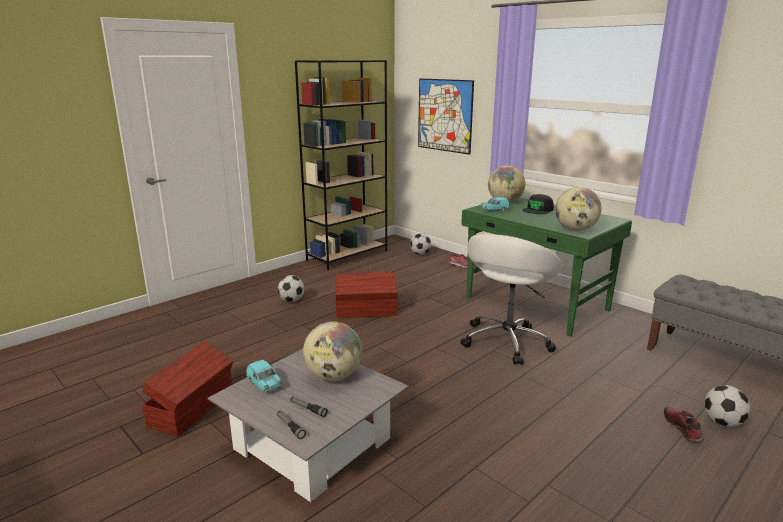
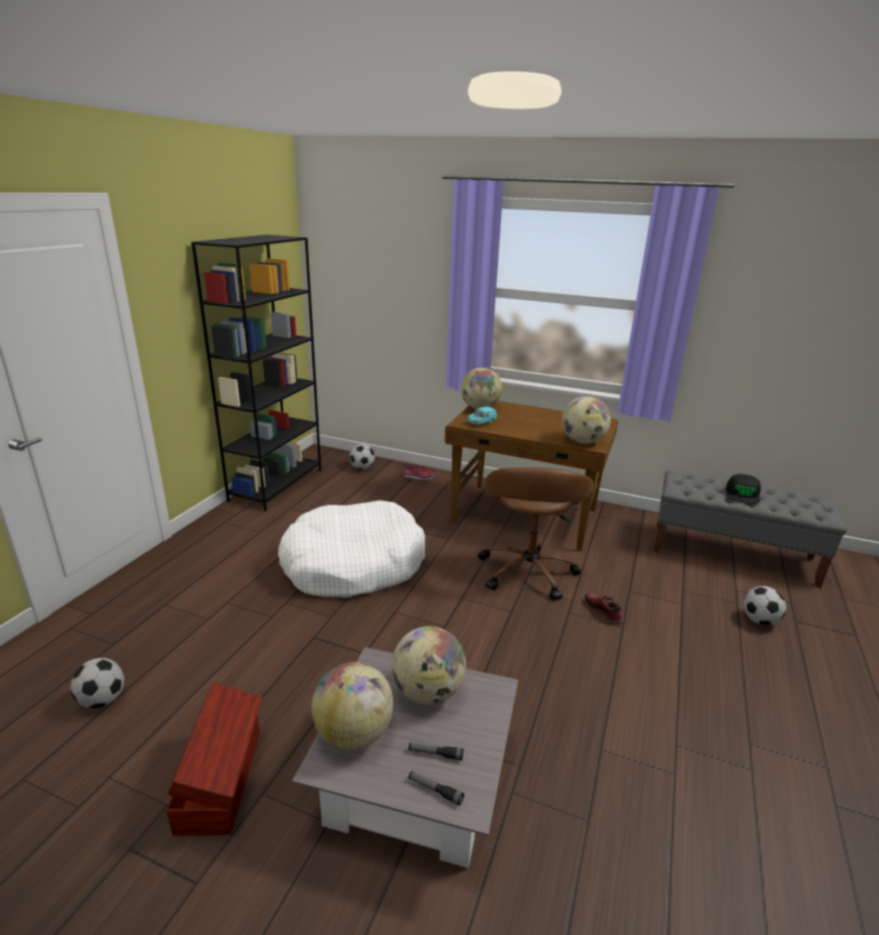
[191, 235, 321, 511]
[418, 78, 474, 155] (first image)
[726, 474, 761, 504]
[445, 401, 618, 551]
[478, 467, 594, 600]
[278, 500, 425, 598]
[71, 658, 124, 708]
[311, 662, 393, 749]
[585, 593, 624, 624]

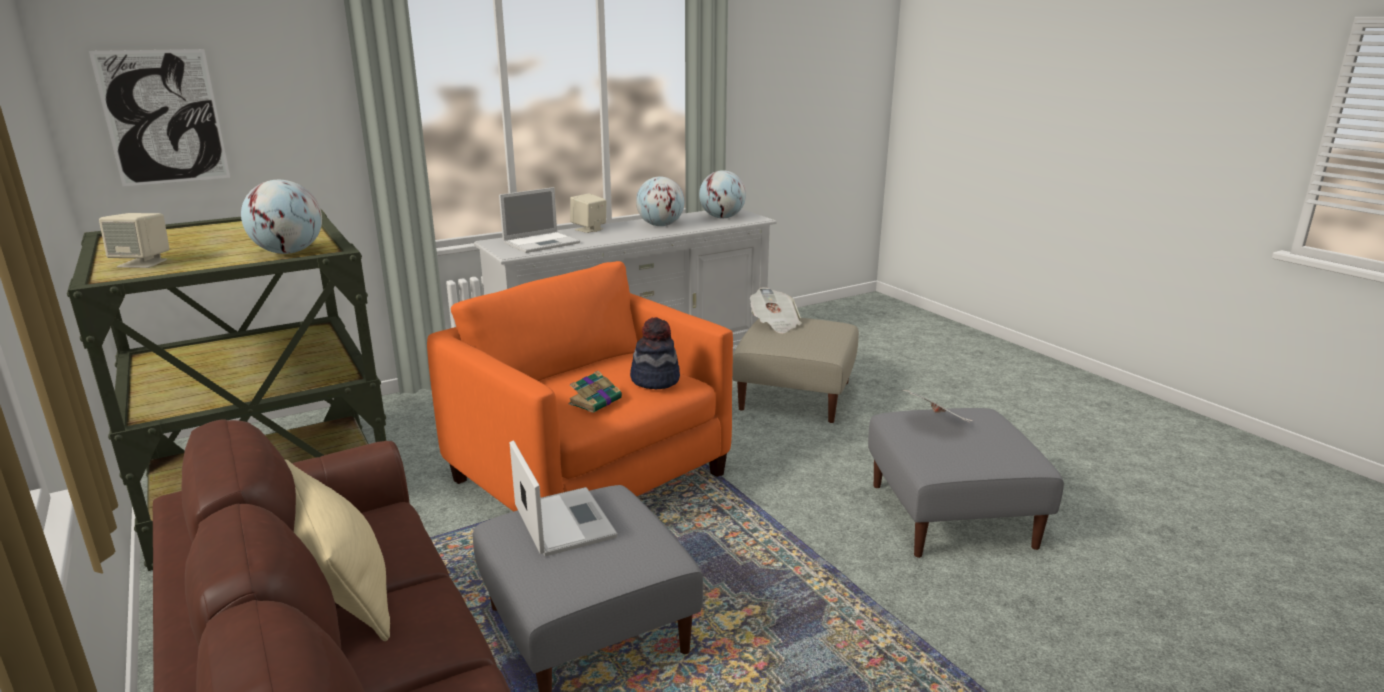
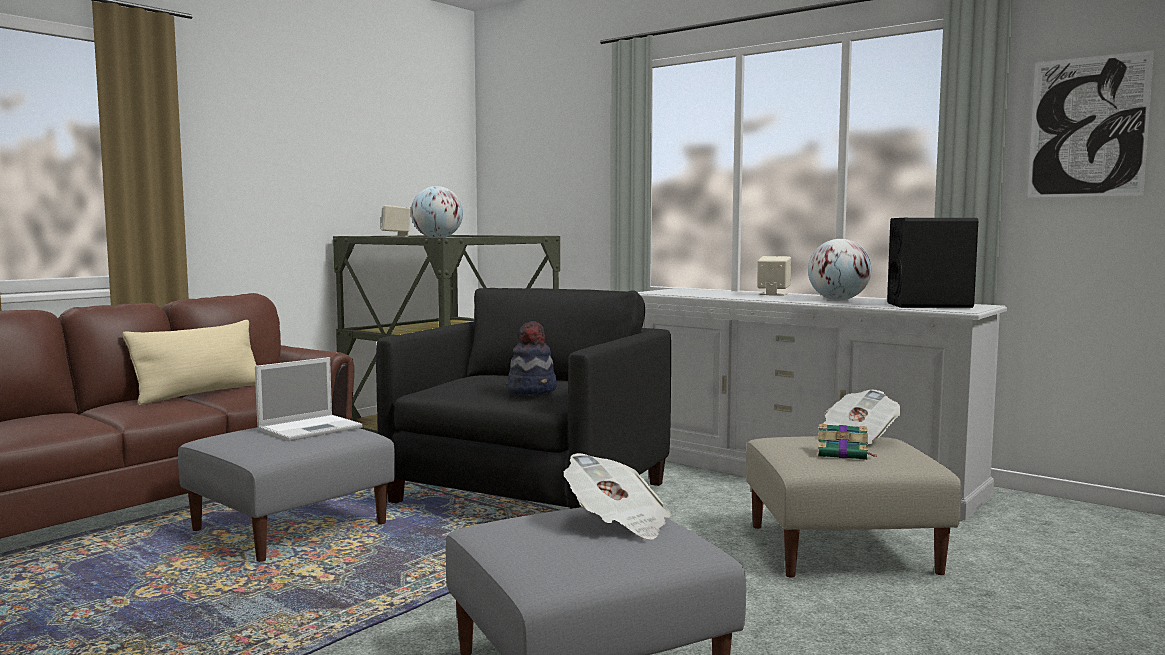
[1027, 50, 1154, 198]
[887, 218, 978, 308]
[499, 187, 580, 253] (first image)
[376, 288, 671, 509]
[818, 424, 877, 460]

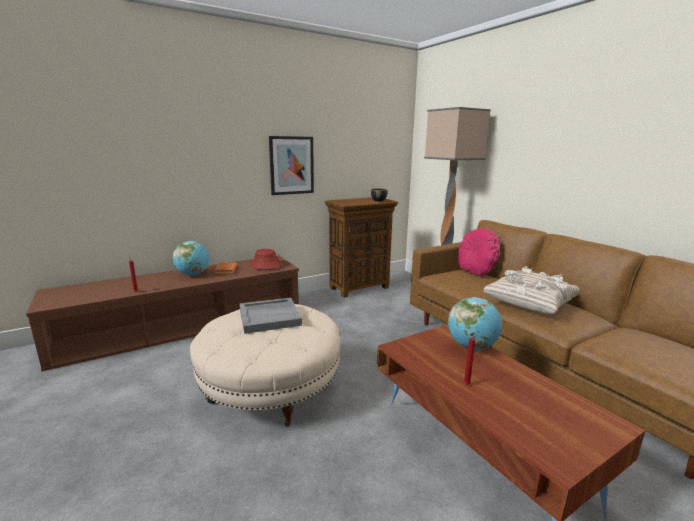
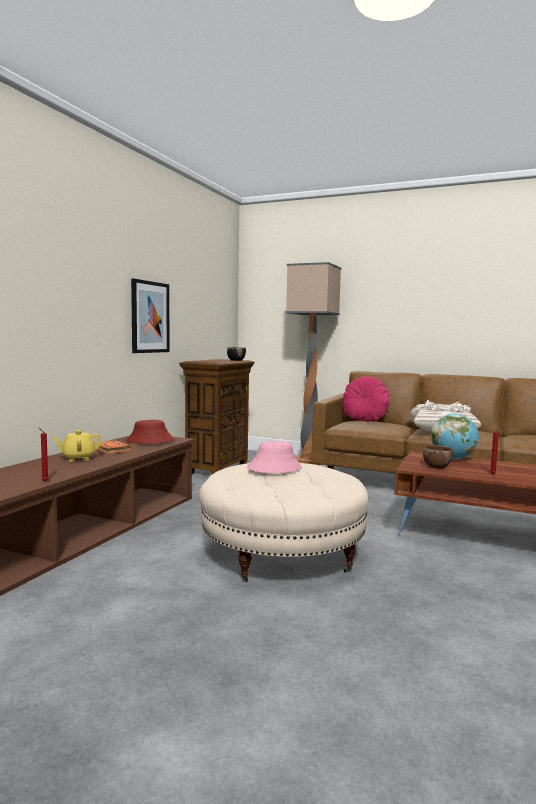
[53, 430, 102, 461]
[247, 441, 302, 473]
[423, 445, 453, 469]

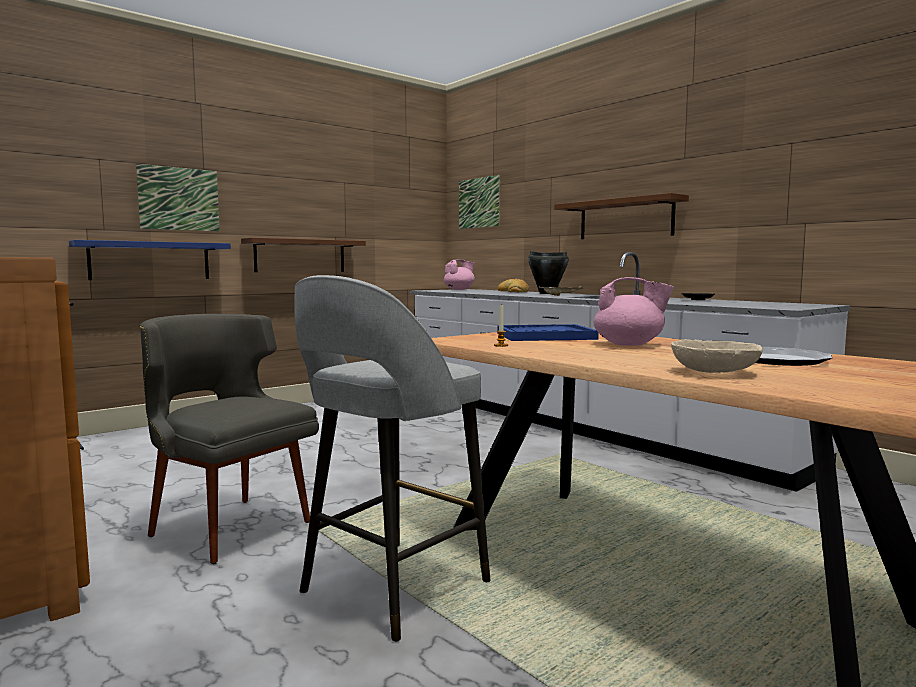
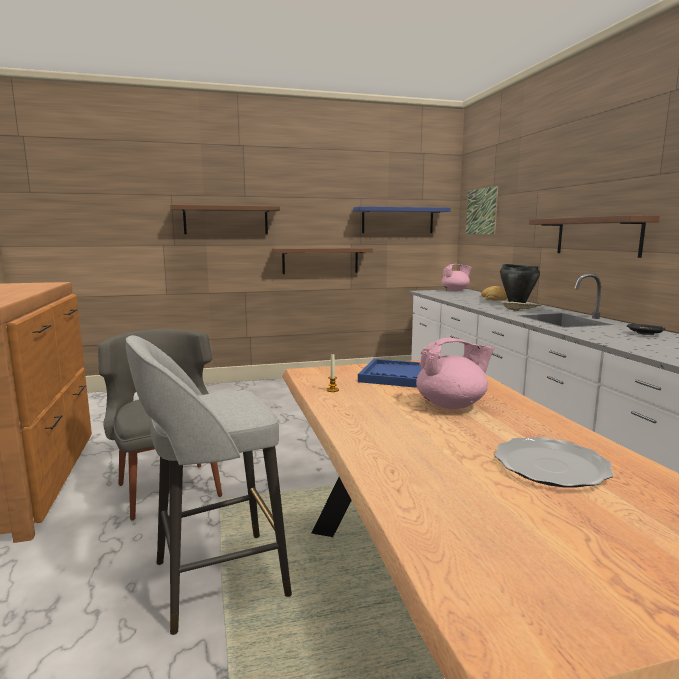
[170, 205, 280, 234]
[353, 206, 450, 233]
[416, 338, 494, 409]
[671, 339, 763, 373] (first image)

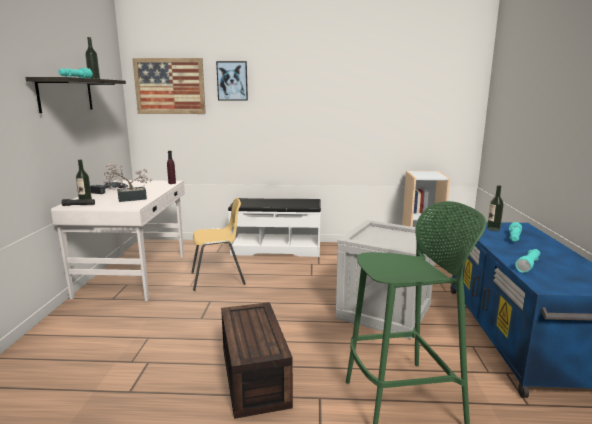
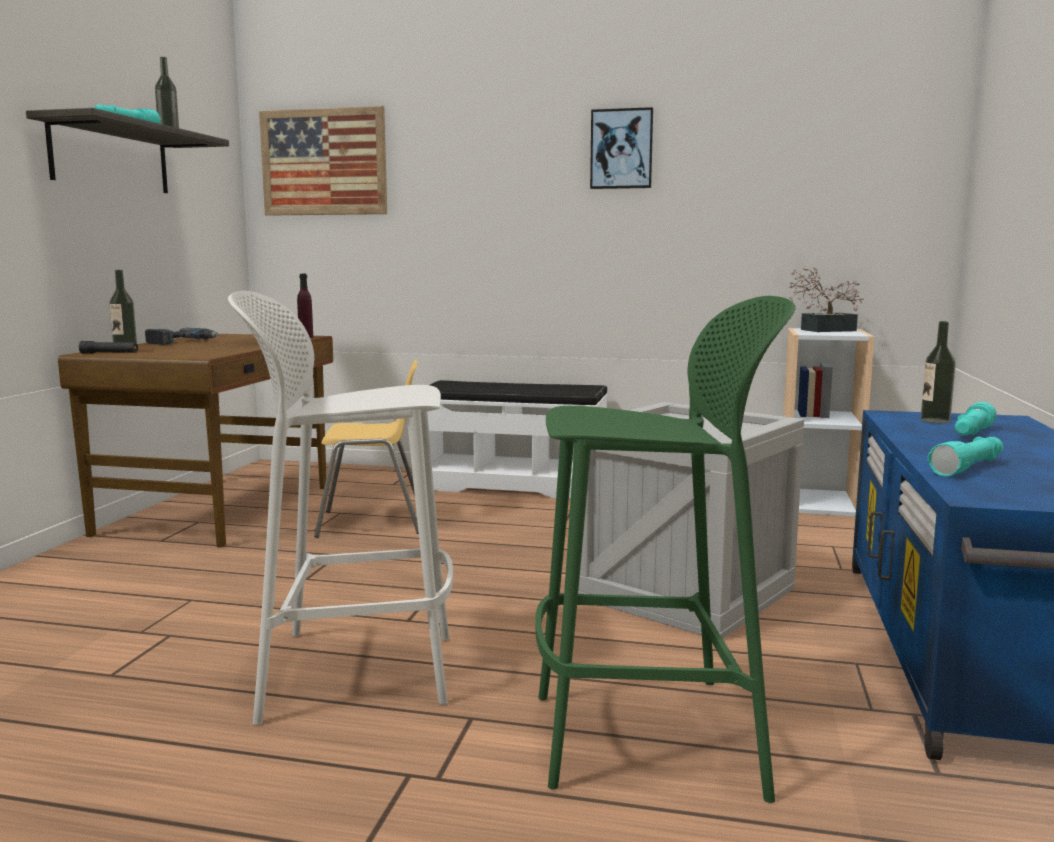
[590, 107, 653, 189]
[789, 266, 864, 332]
[58, 334, 333, 548]
[228, 291, 453, 725]

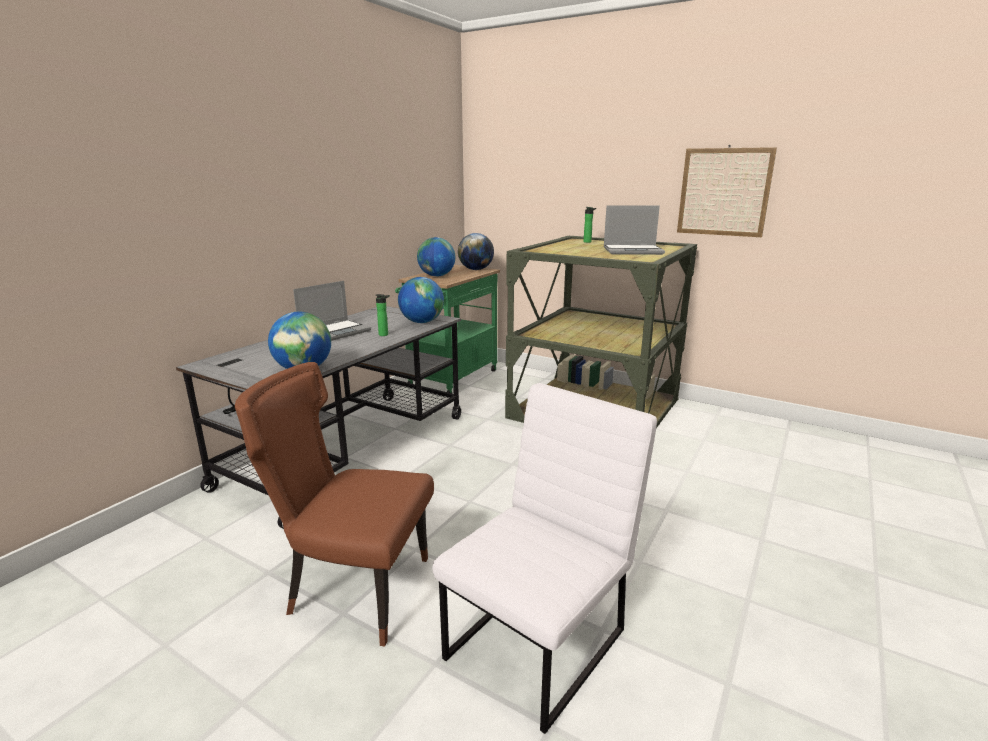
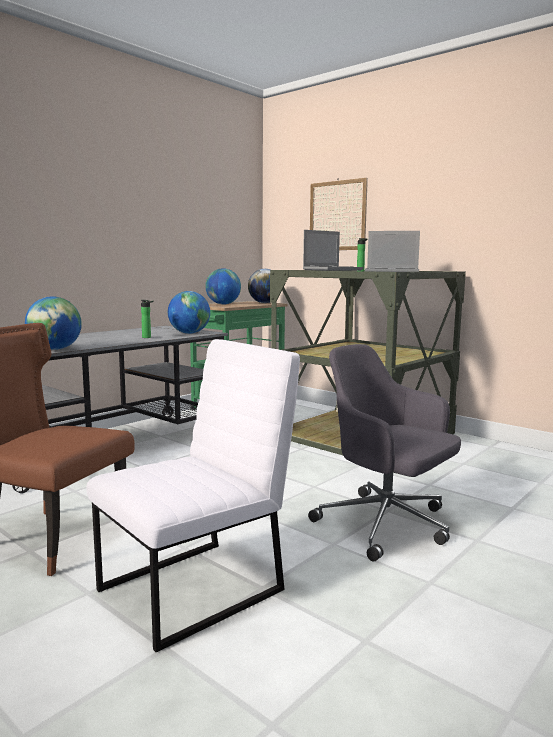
[310, 178, 368, 250]
[303, 230, 363, 271]
[308, 344, 461, 562]

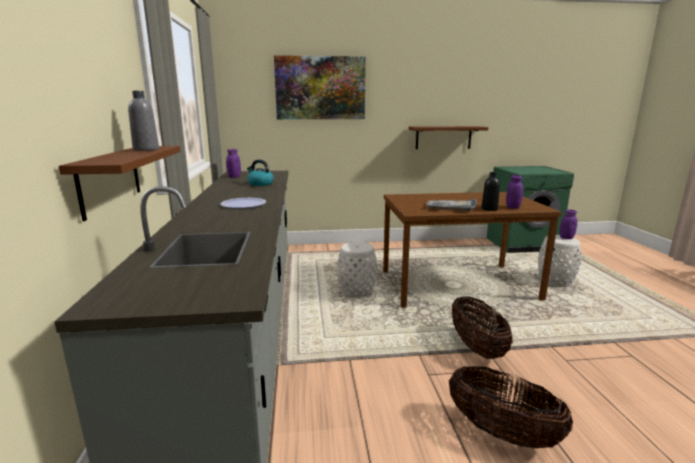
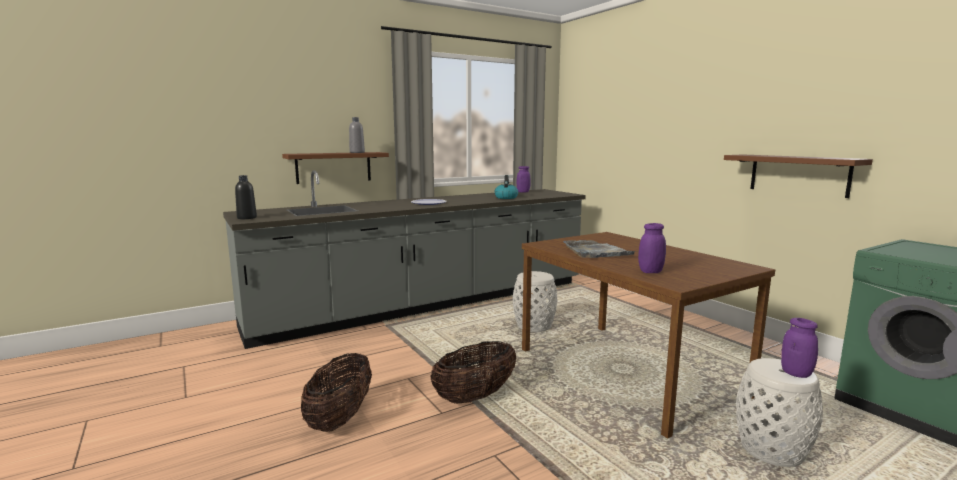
[274, 55, 366, 119] (first image)
[235, 175, 257, 219]

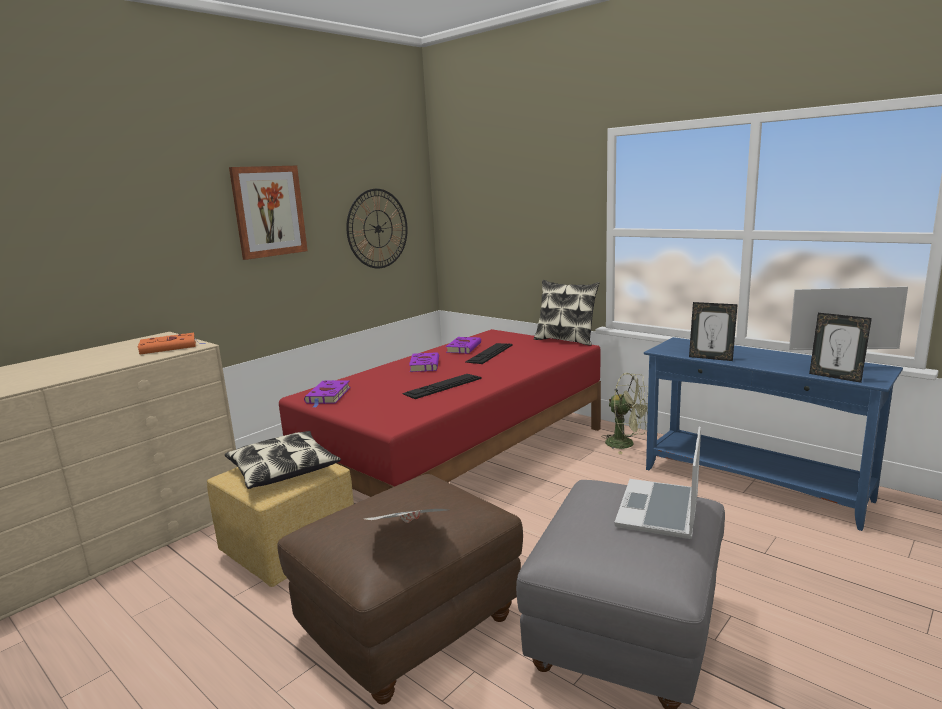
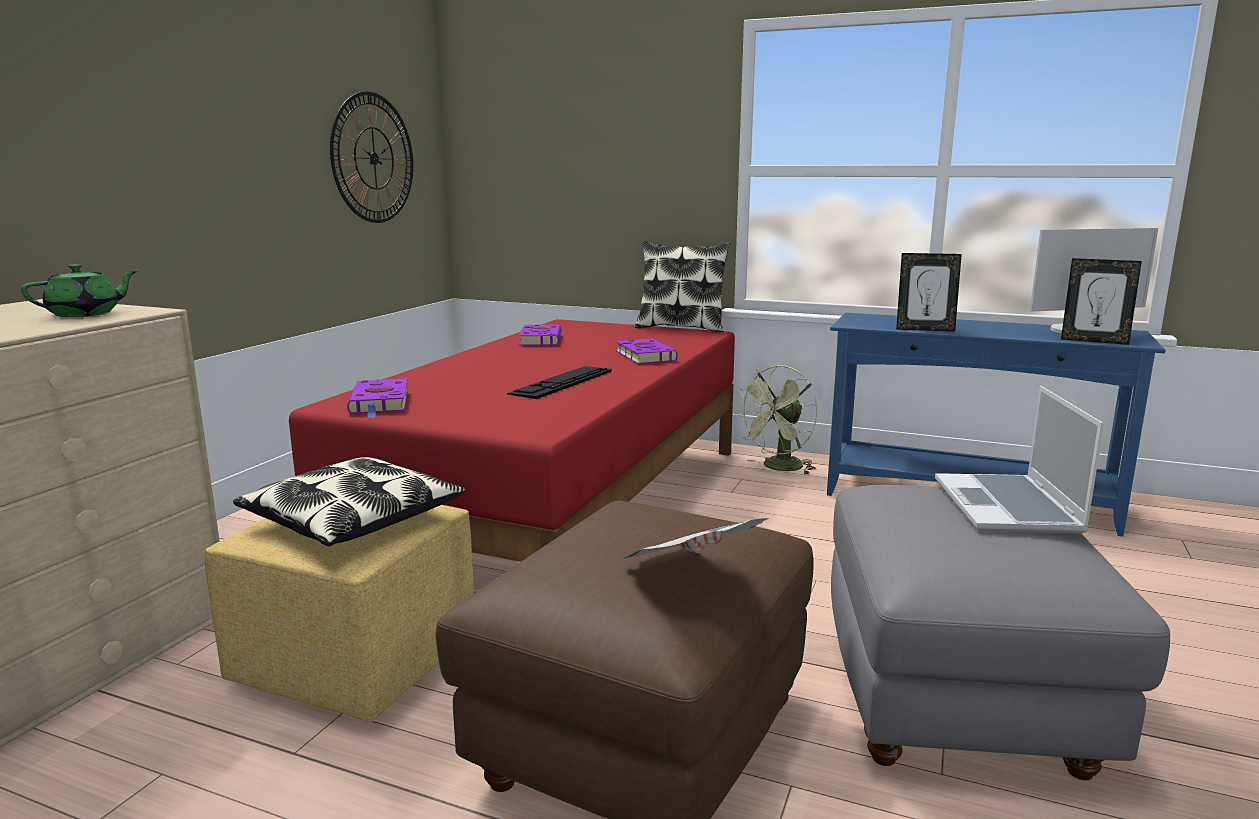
[229, 166, 308, 260] (first image)
[21, 264, 137, 317]
[465, 343, 513, 364] (first image)
[616, 338, 678, 364]
[735, 366, 817, 475]

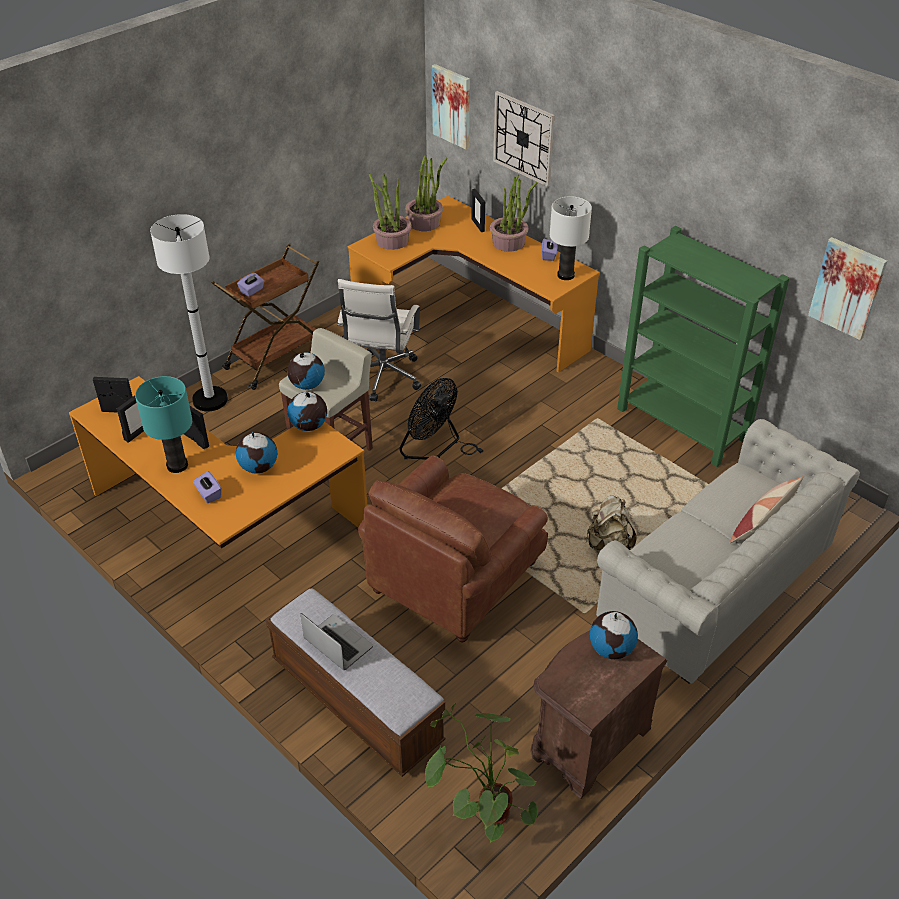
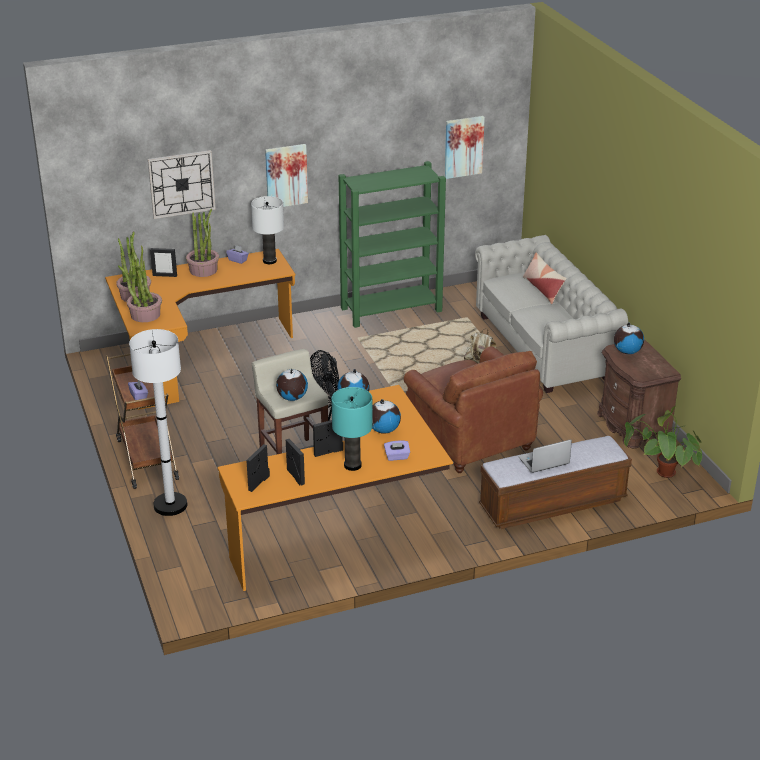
[265, 144, 308, 207]
[337, 279, 421, 401] (first image)

